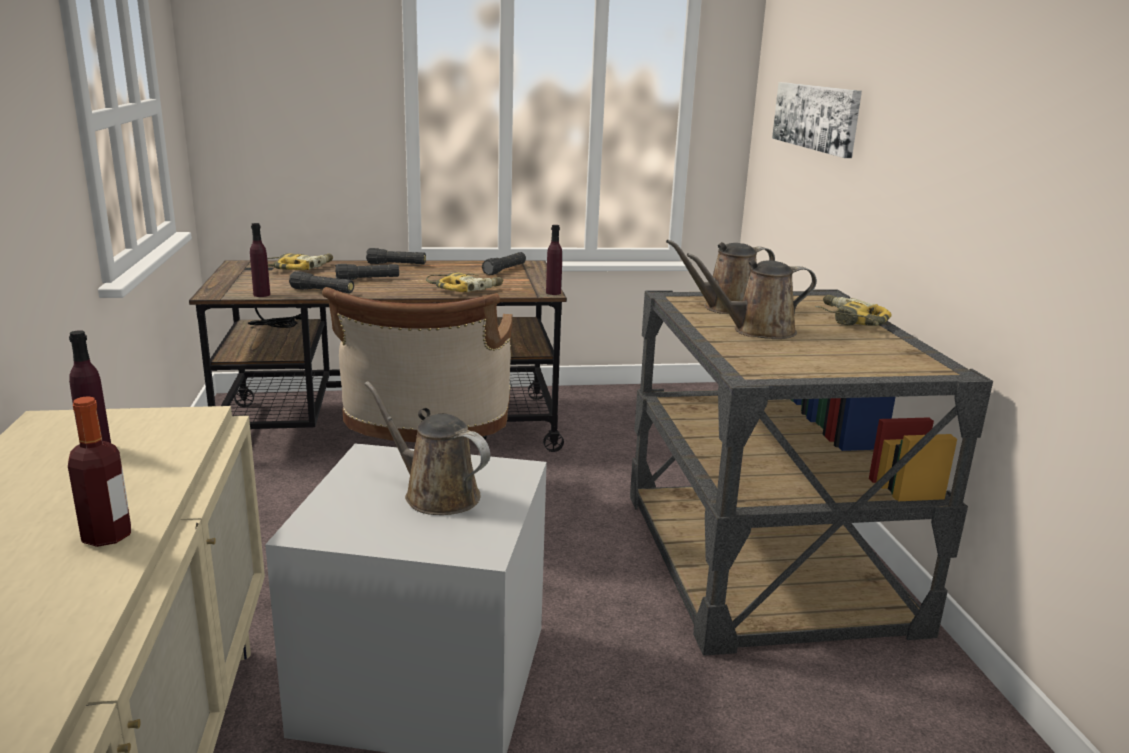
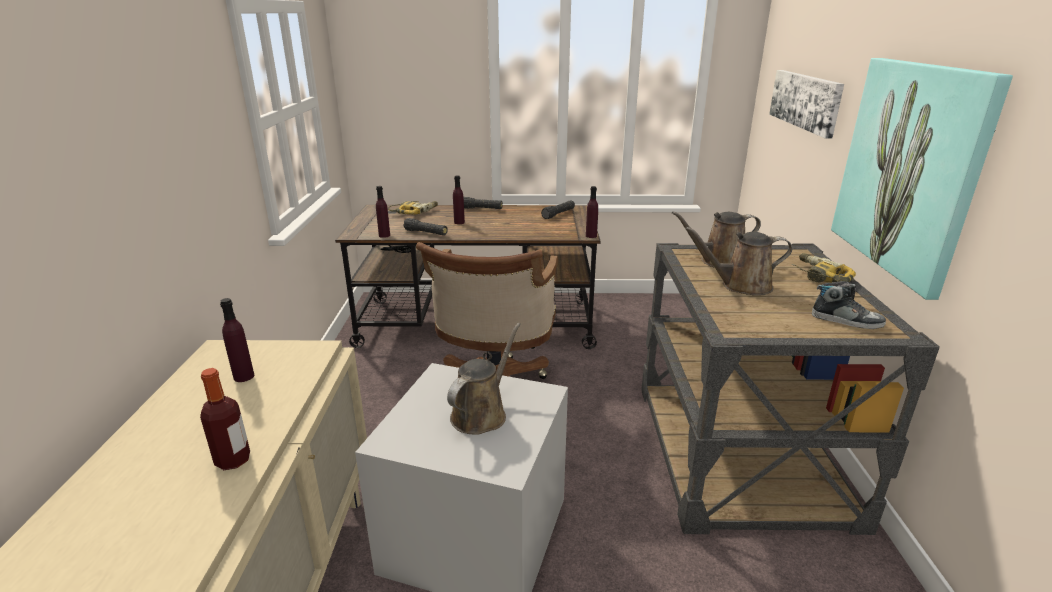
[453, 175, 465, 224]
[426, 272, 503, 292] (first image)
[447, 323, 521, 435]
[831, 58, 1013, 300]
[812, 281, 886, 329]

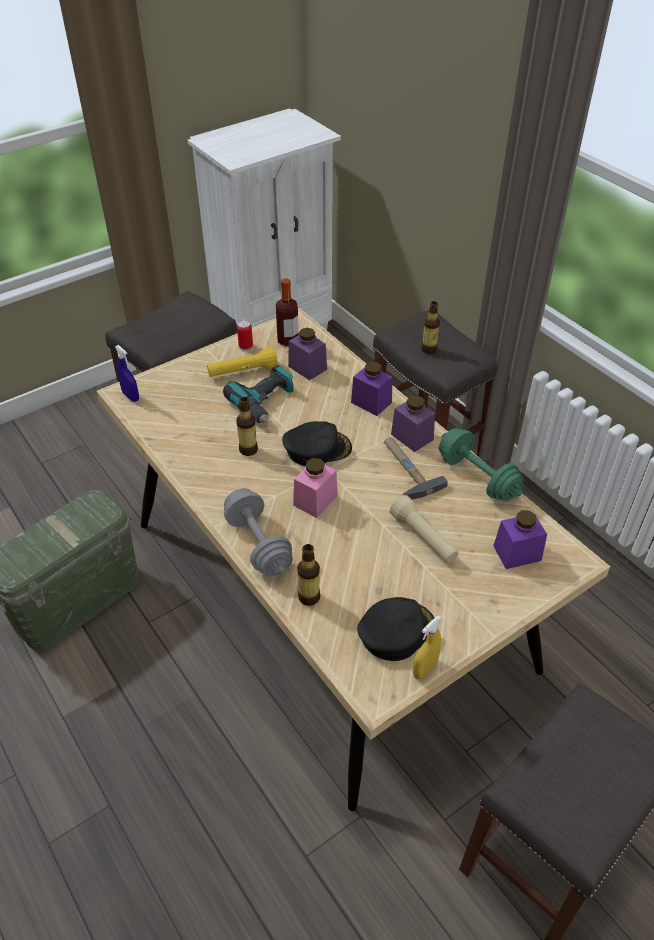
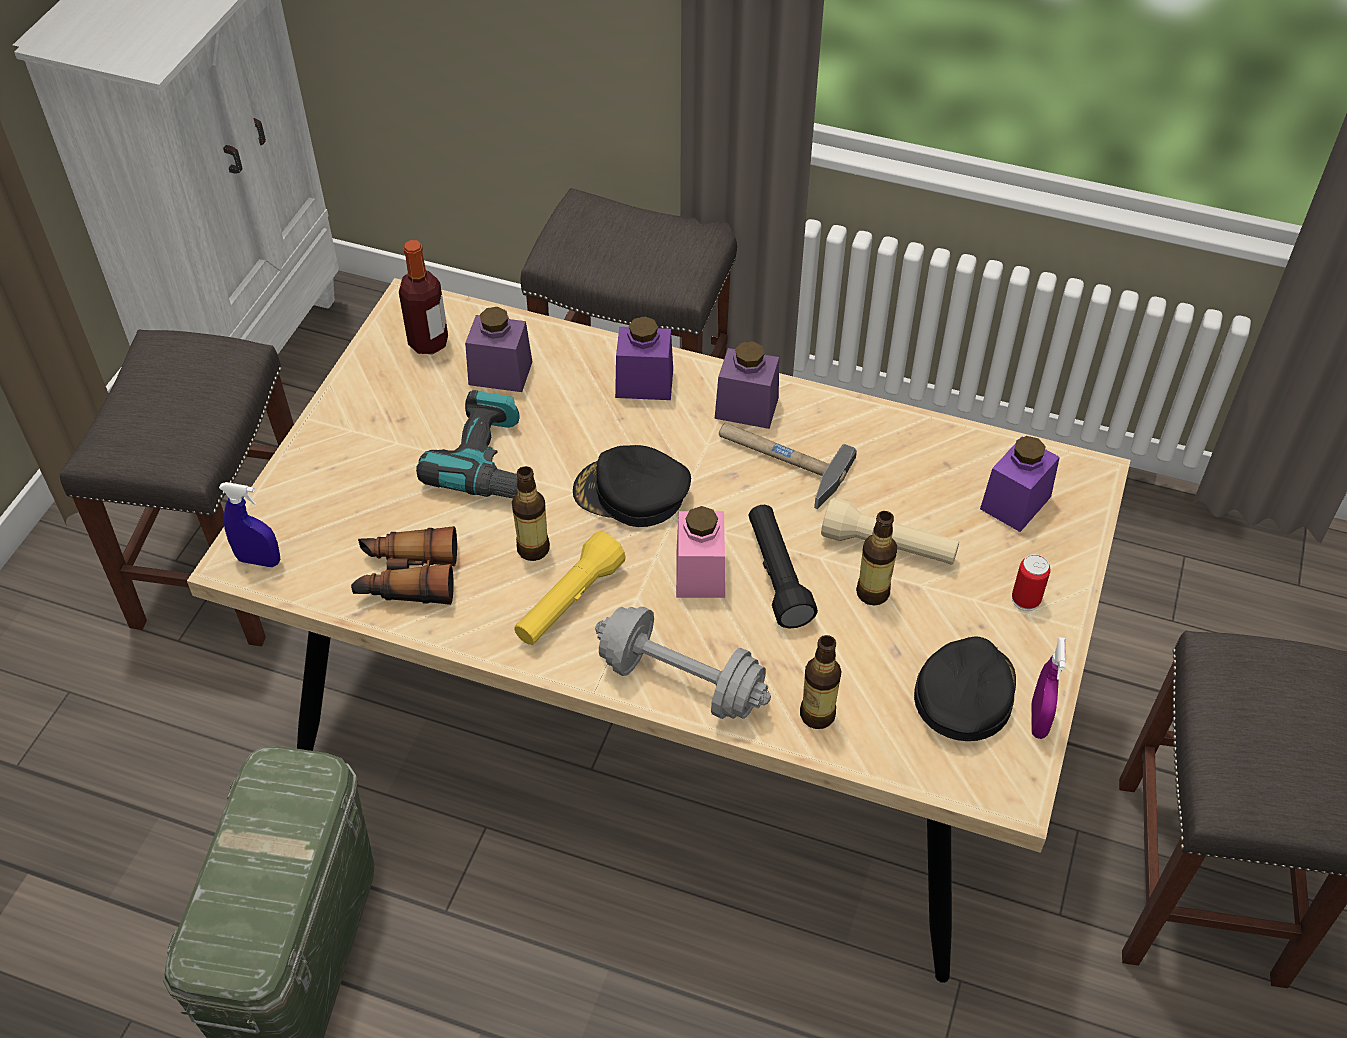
[856, 511, 897, 605]
[1012, 554, 1050, 611]
[515, 532, 626, 645]
[573, 445, 691, 527]
[439, 428, 524, 502] (first image)
[1032, 637, 1066, 739]
[748, 505, 818, 629]
[351, 526, 457, 605]

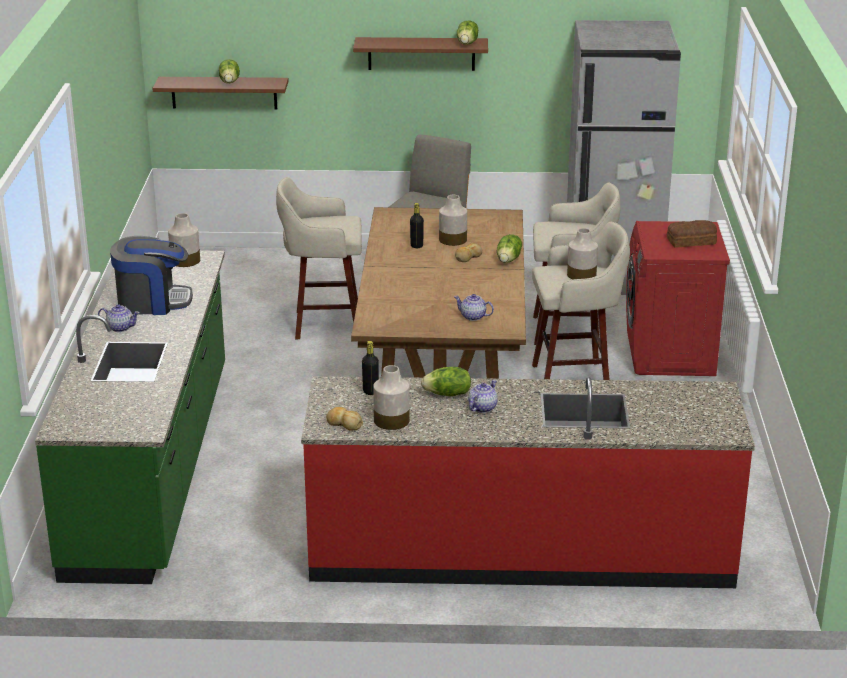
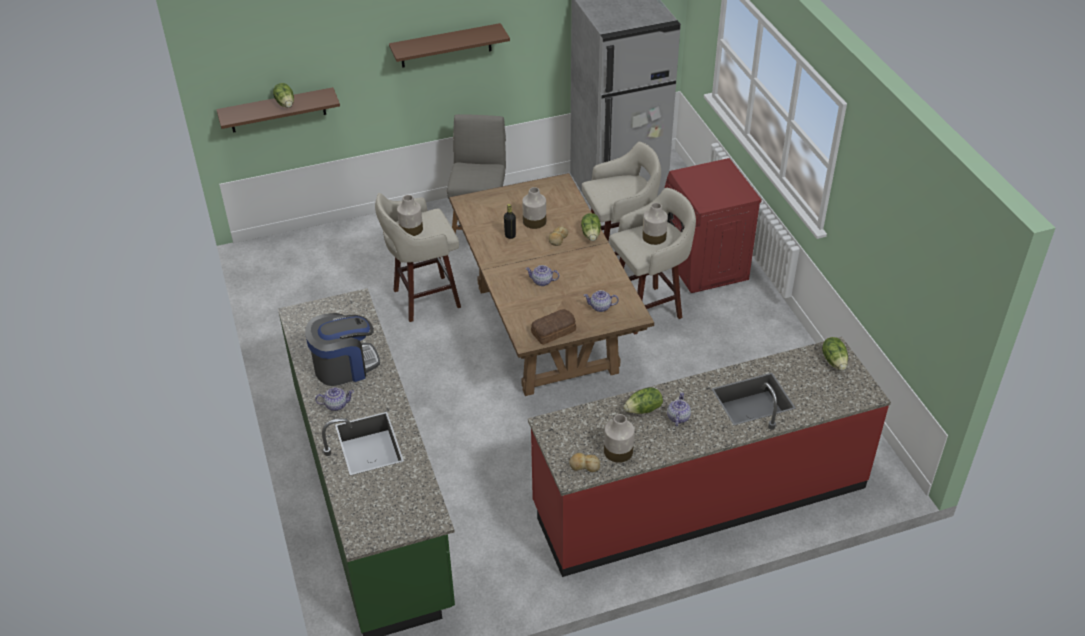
[822, 337, 848, 371]
[397, 195, 423, 236]
[531, 309, 576, 345]
[362, 341, 379, 395] (first image)
[525, 265, 559, 286]

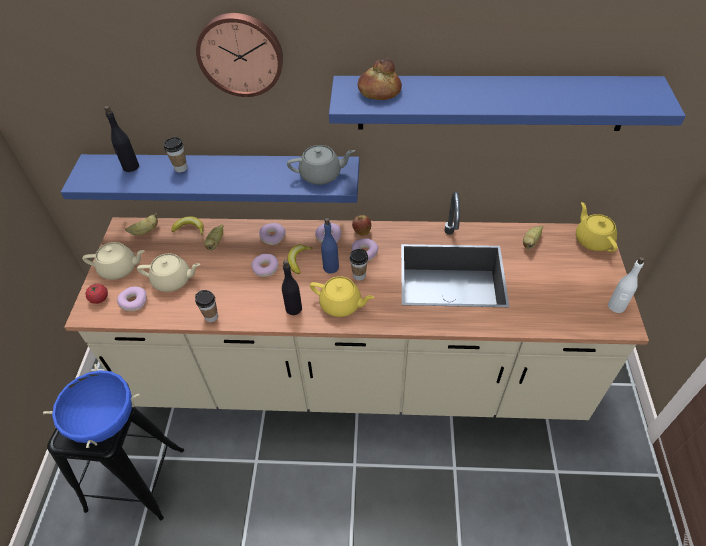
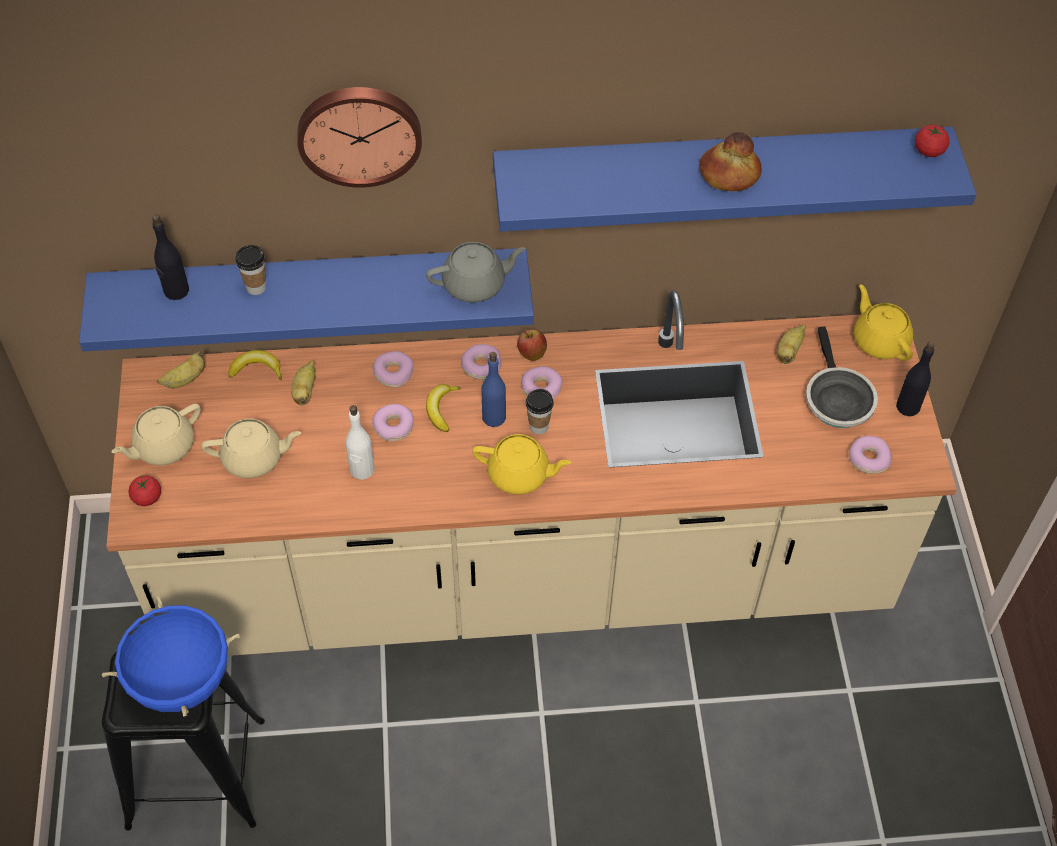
[699, 132, 762, 191]
[111, 404, 201, 466]
[346, 405, 375, 480]
[896, 341, 935, 416]
[849, 436, 892, 474]
[195, 290, 218, 322] (first image)
[915, 125, 949, 157]
[806, 326, 878, 428]

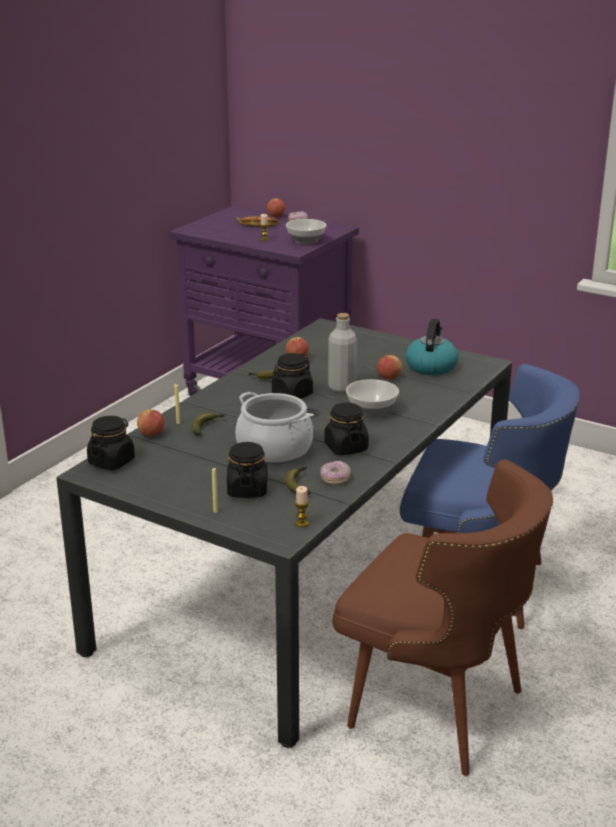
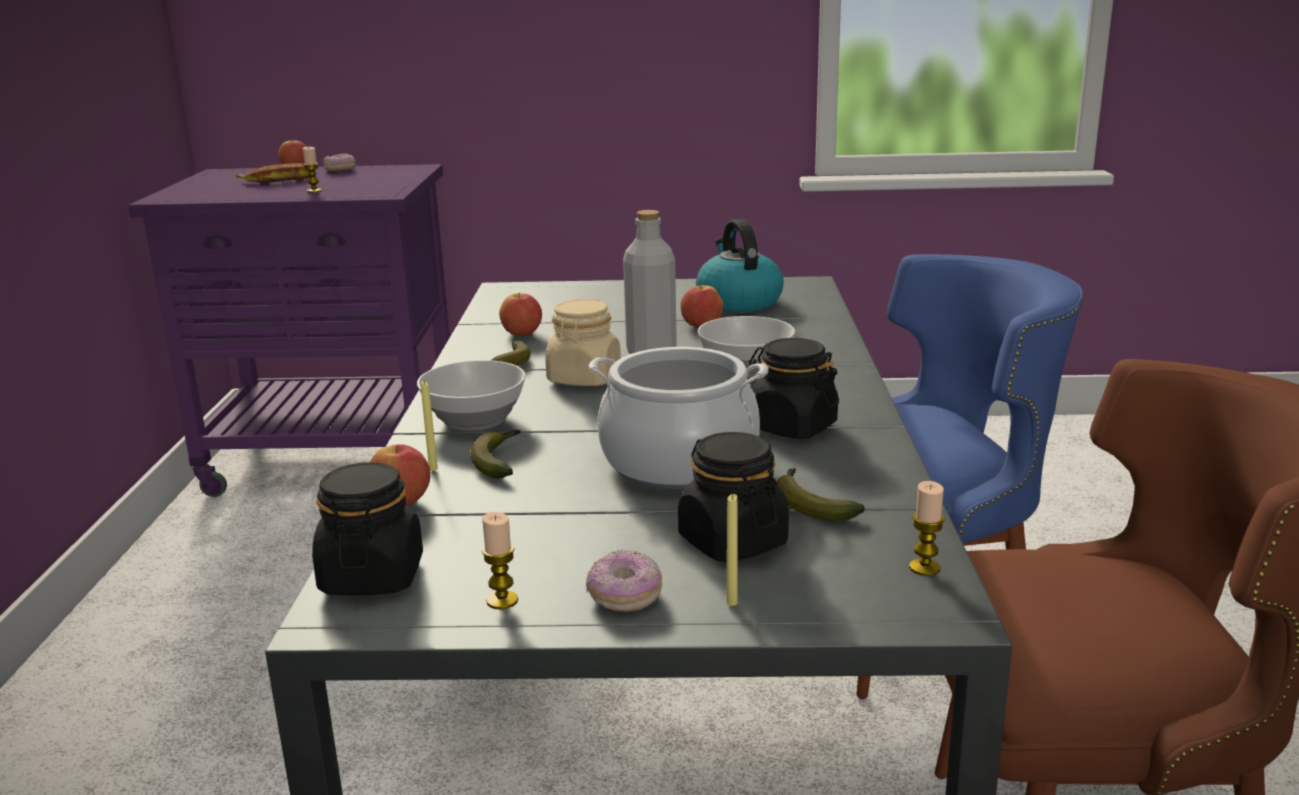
[417, 360, 526, 431]
[545, 299, 621, 386]
[586, 549, 662, 612]
[482, 512, 518, 610]

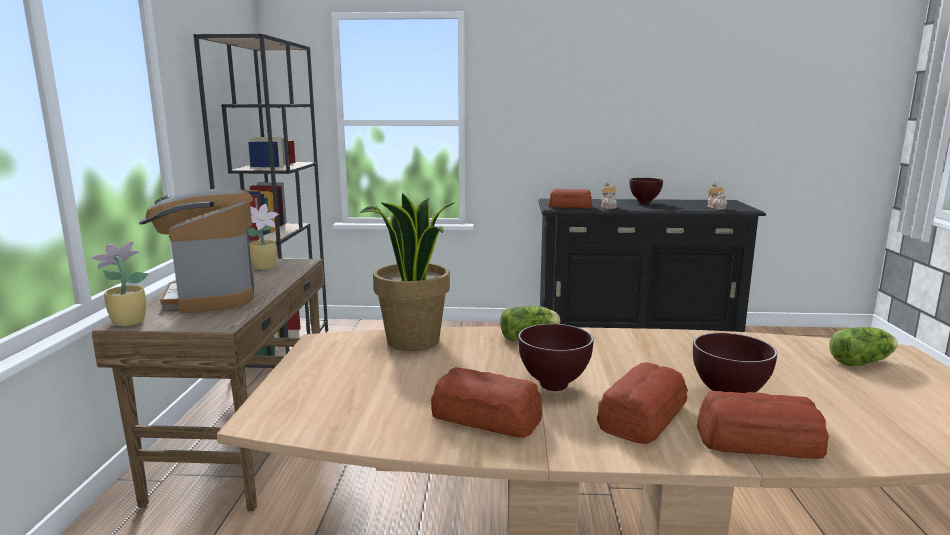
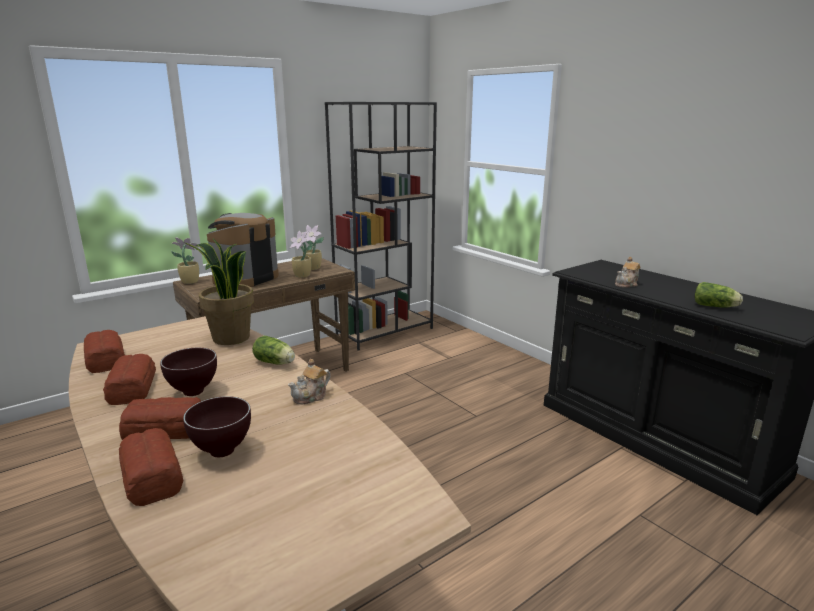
[629, 178, 663, 204] (first image)
[288, 359, 331, 405]
[84, 330, 125, 373]
[694, 282, 743, 308]
[289, 231, 313, 278]

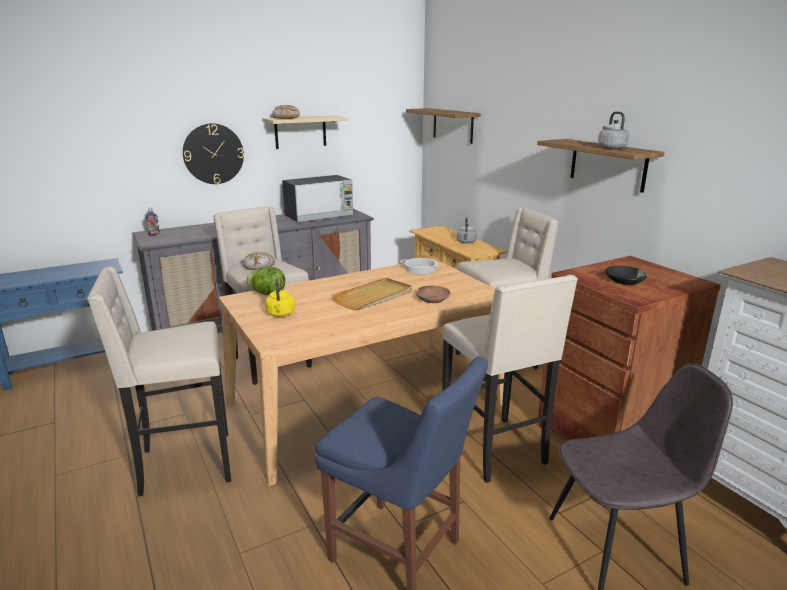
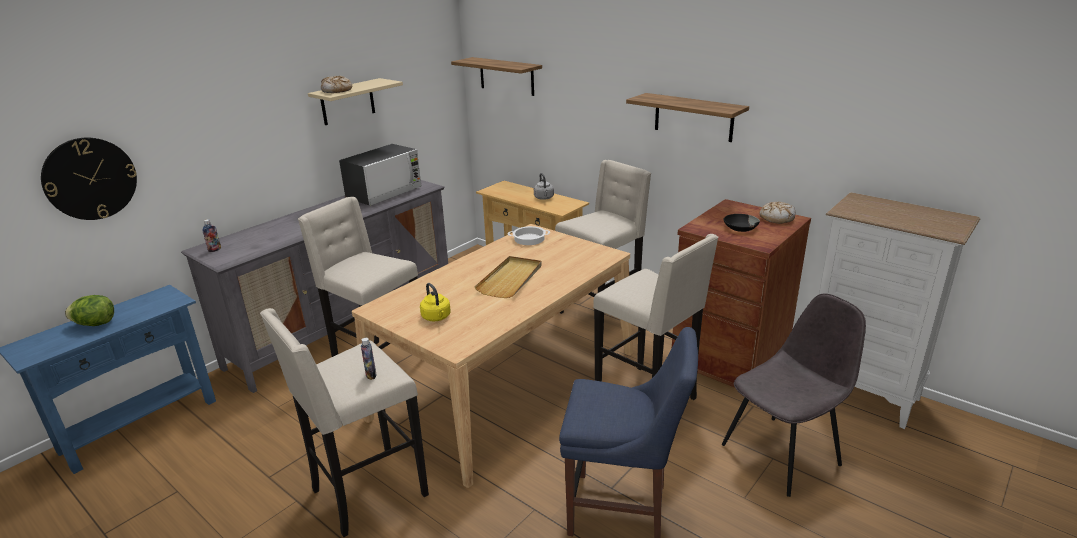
[598, 112, 629, 149] (first image)
[41, 138, 137, 220]
[759, 202, 795, 224]
[65, 295, 114, 326]
[416, 286, 451, 303] (first image)
[361, 338, 376, 380]

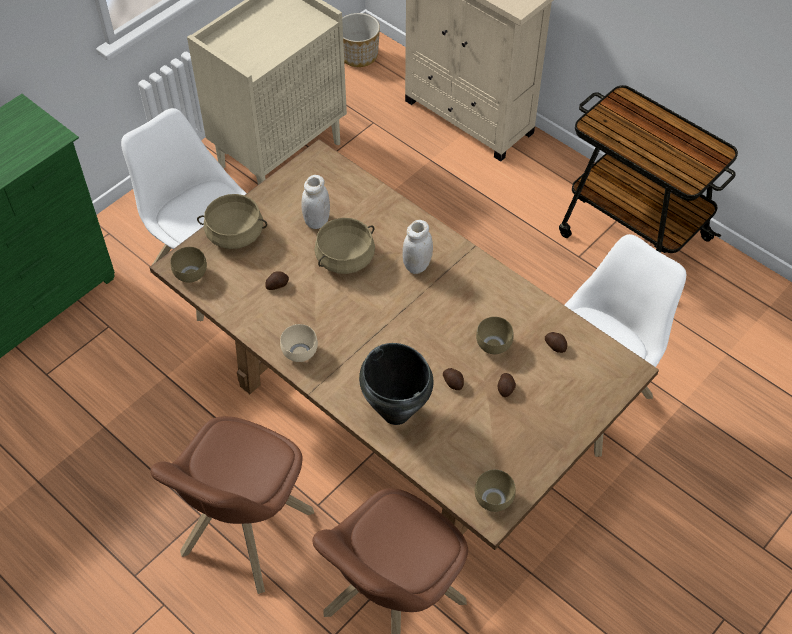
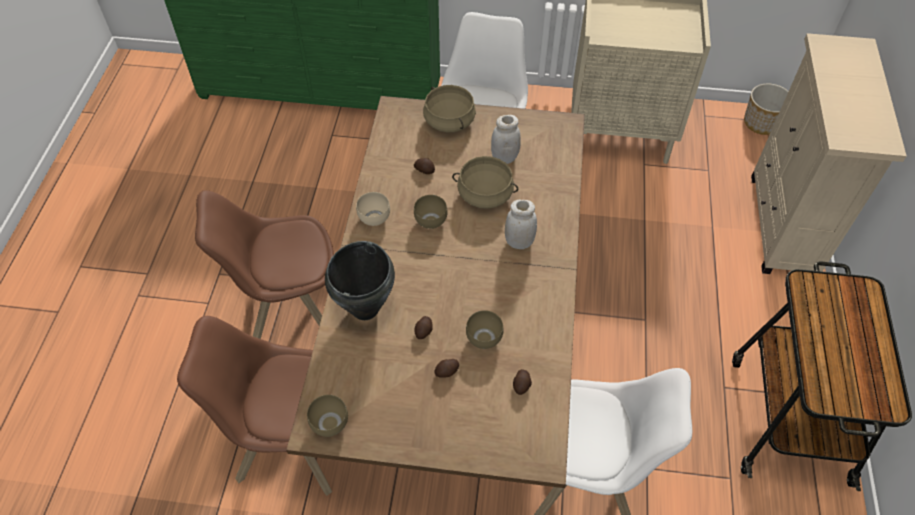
[414, 195, 448, 229]

